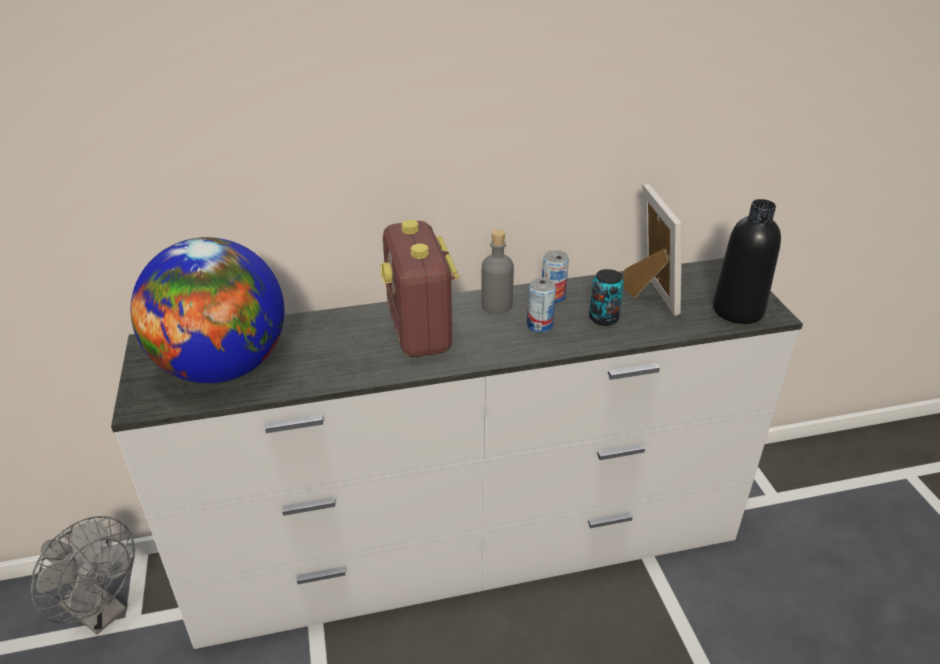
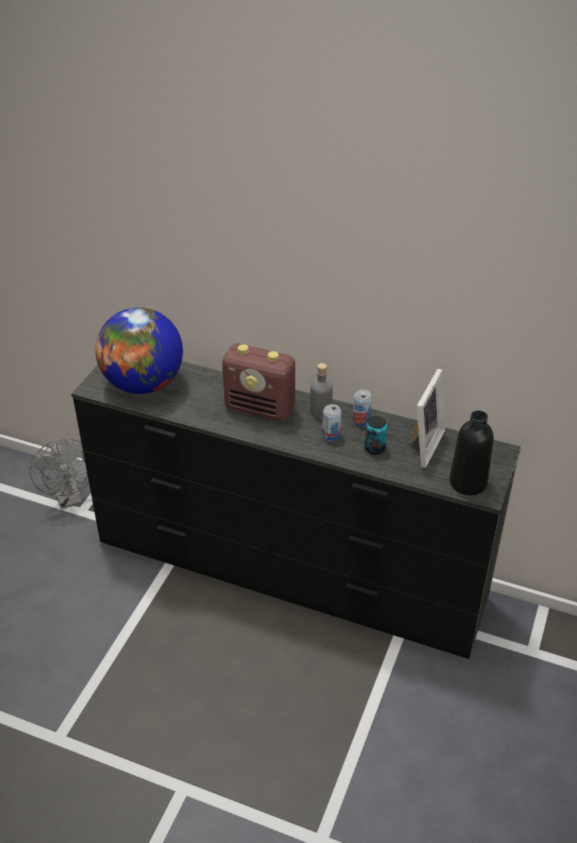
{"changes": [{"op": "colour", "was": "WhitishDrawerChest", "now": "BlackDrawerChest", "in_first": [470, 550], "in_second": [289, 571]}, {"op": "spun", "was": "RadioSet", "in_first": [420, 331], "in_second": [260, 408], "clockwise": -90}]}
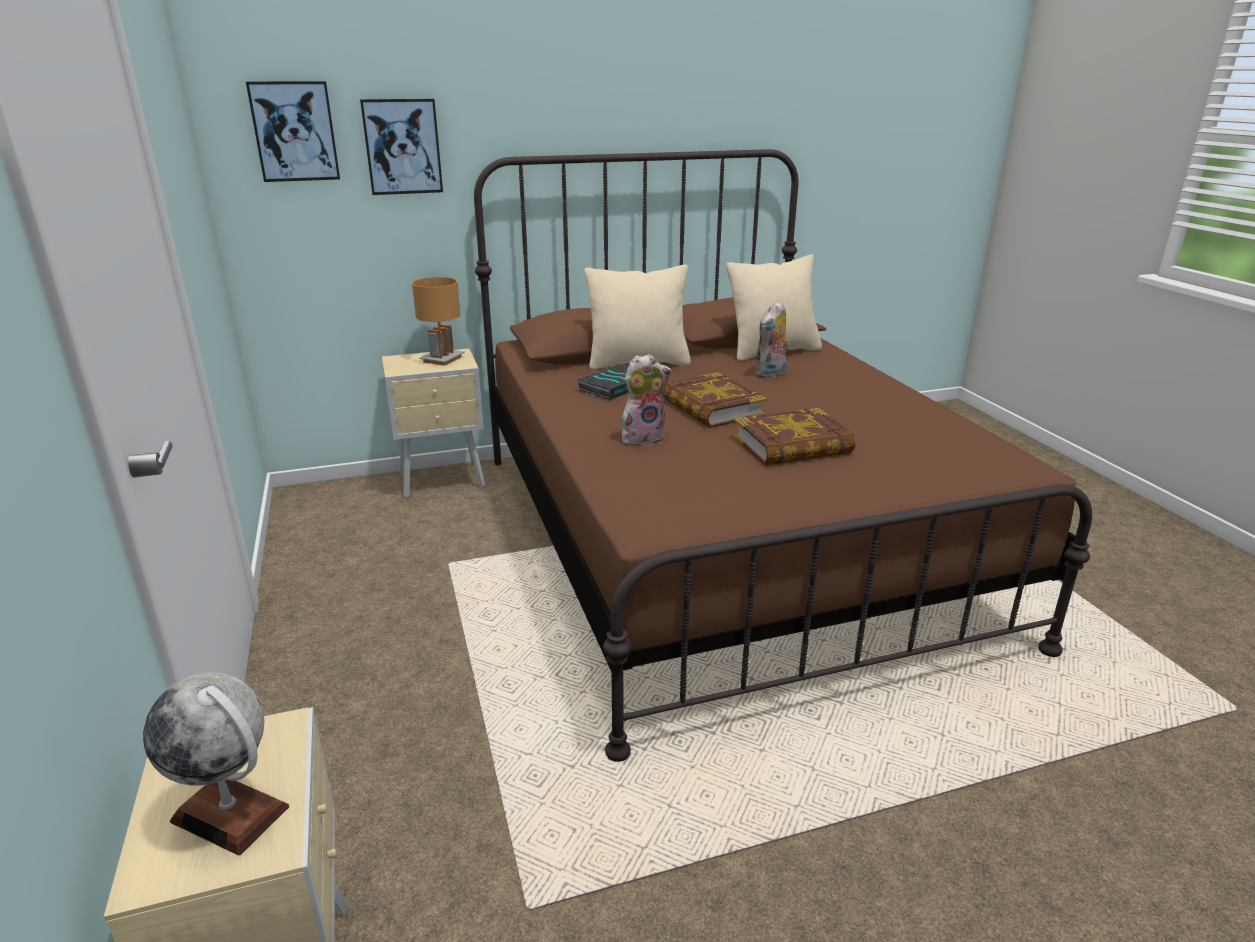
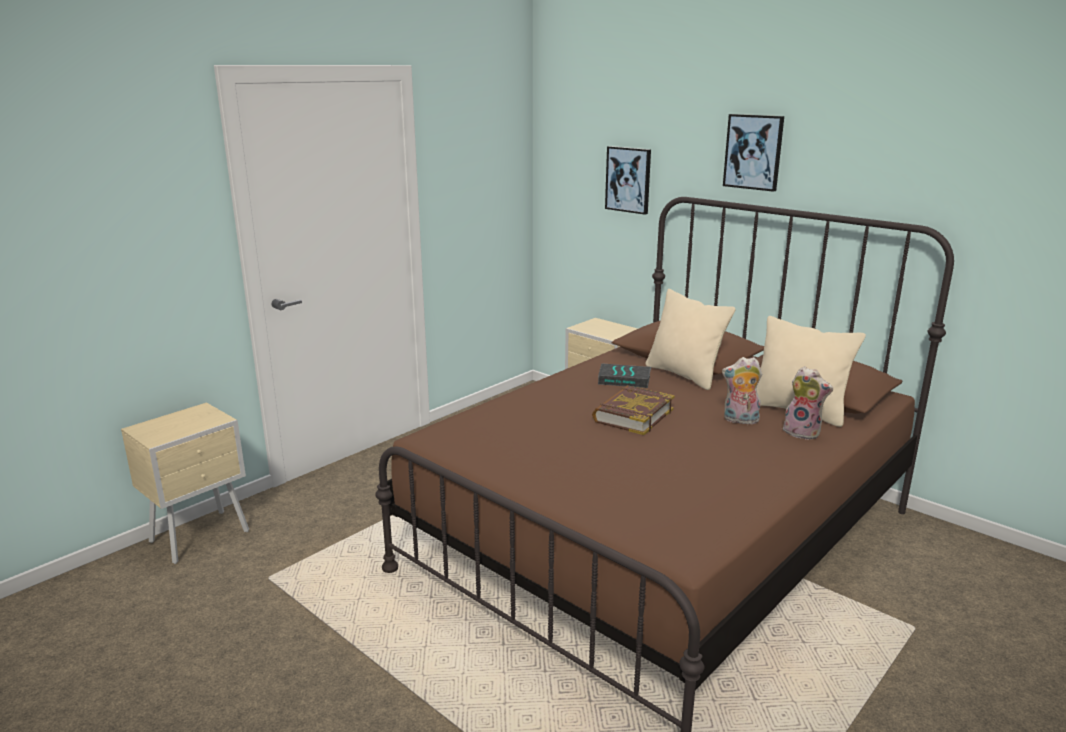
{"changes": [{"op": "missing", "was": "Globe", "in_first": [231, 814]}, {"op": "relocated", "was": "WallPicture", "in_first": [294, 131], "in_second": [753, 152]}, {"op": "missing", "was": "BrownishTableLamp", "in_first": [443, 359]}, {"op": "relocated", "was": "PlushToy", "in_first": [643, 438], "in_second": [803, 432]}, {"op": "missing", "was": "Book", "in_first": [792, 446]}]}
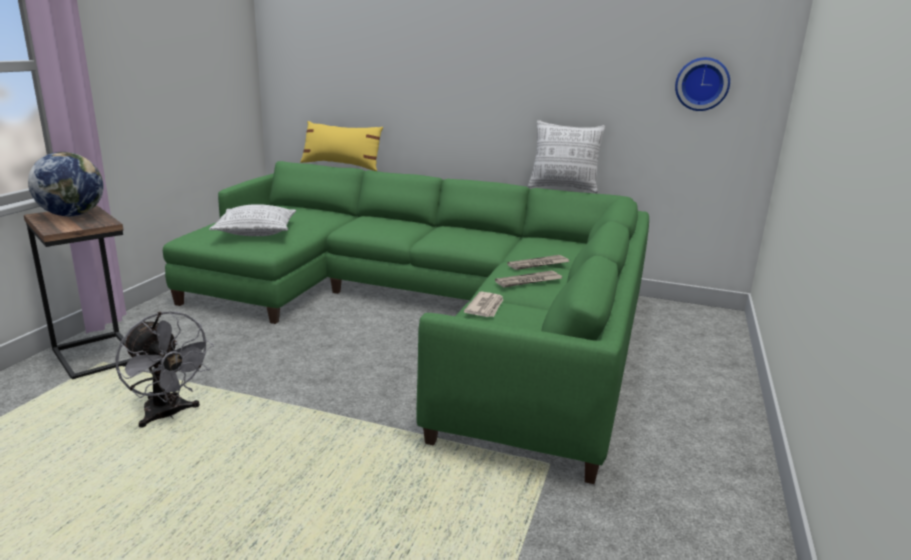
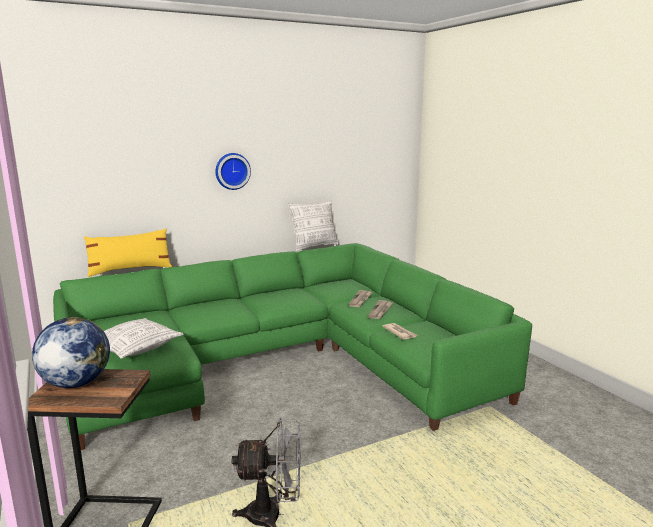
{"changes": [{"op": "relocated", "was": "HangingClock", "in_first": [702, 84], "in_second": [232, 171]}]}
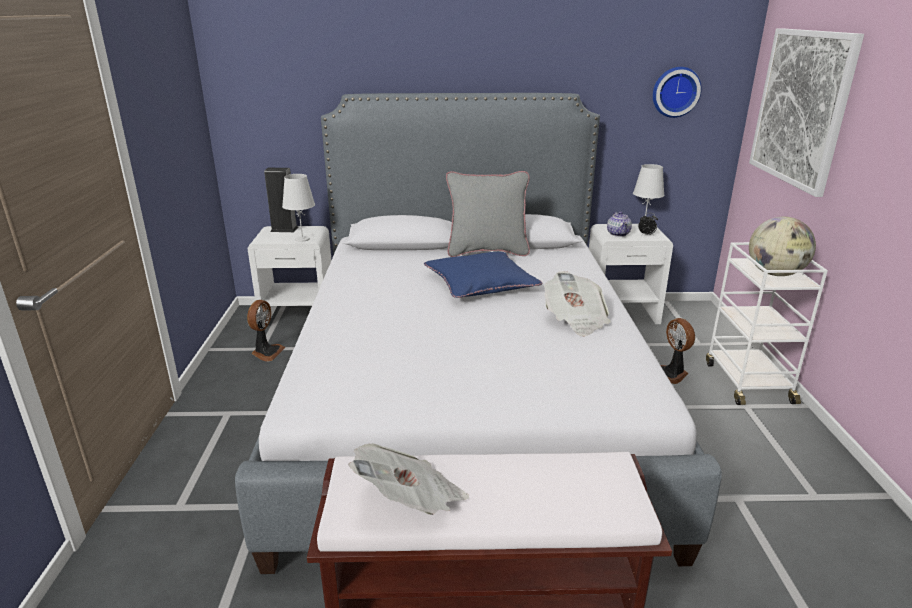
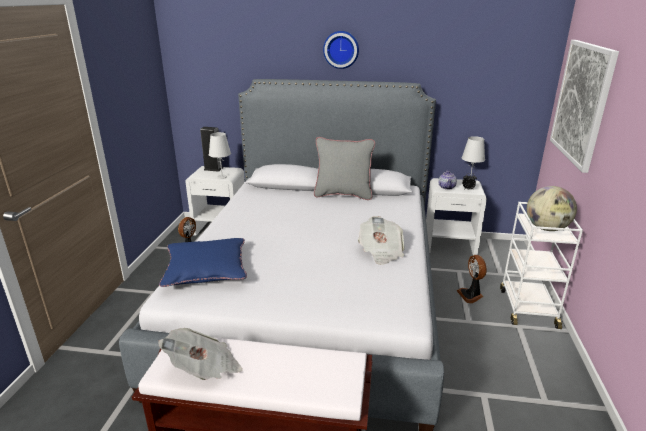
{"changes": [{"op": "relocated", "was": "BlueColouredPillow", "in_first": [480, 283], "in_second": [206, 269]}, {"op": "relocated", "was": "HangingClock", "in_first": [675, 91], "in_second": [341, 49]}]}
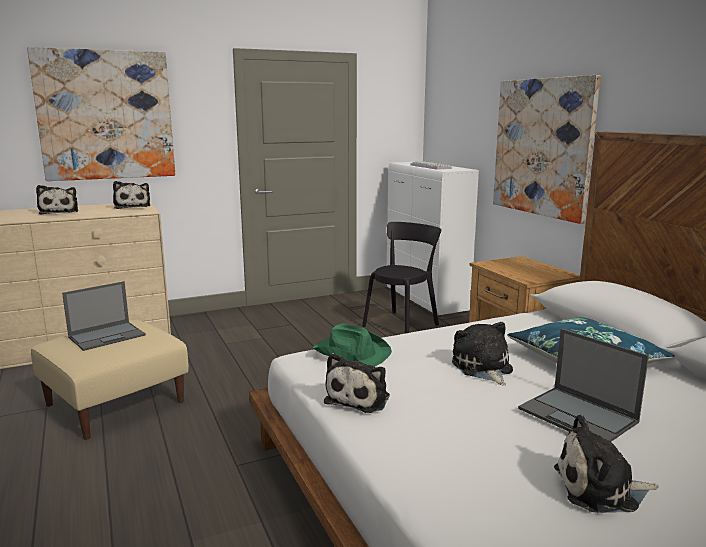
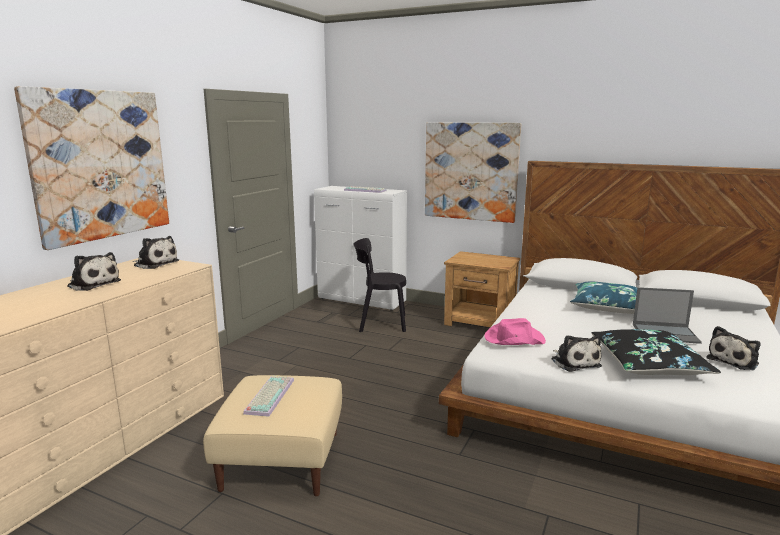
{"changes": [{"op": "exchanged", "was": "NotebookComputer", "now": "ComputerKeyboard", "in_first": [108, 336], "in_second": [269, 395]}, {"op": "colour", "was": "GreenishHat", "now": "PinkColouredHat", "in_first": [351, 353], "in_second": [513, 339]}, {"op": "spun", "was": "BlackUprightChair", "in_first": [402, 324], "in_second": [379, 323], "clockwise": -90}, {"op": "missing", "was": "PlushToy", "in_first": [482, 368]}, {"op": "appeared", "now": "BlackPillow", "in_second": [649, 364]}]}
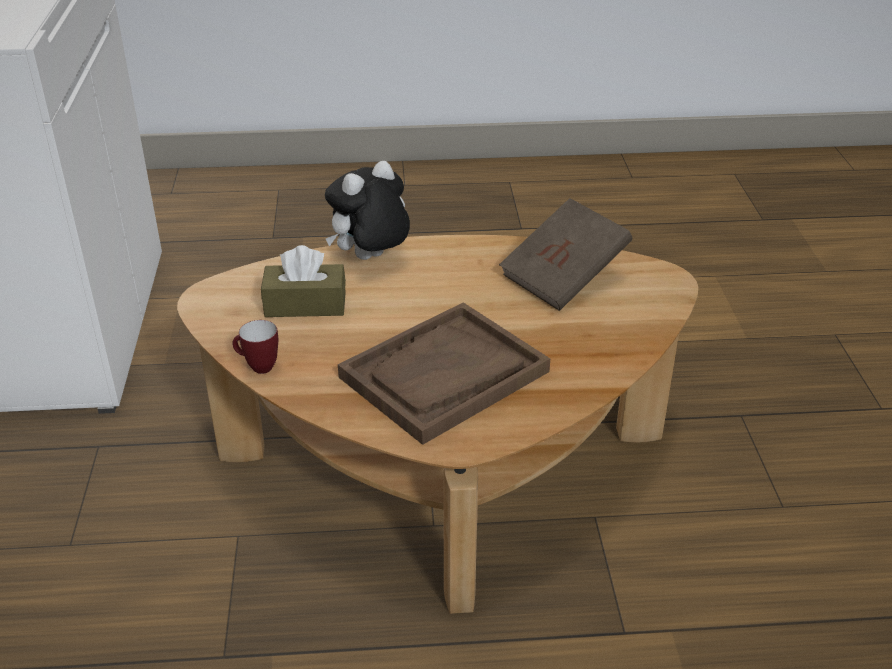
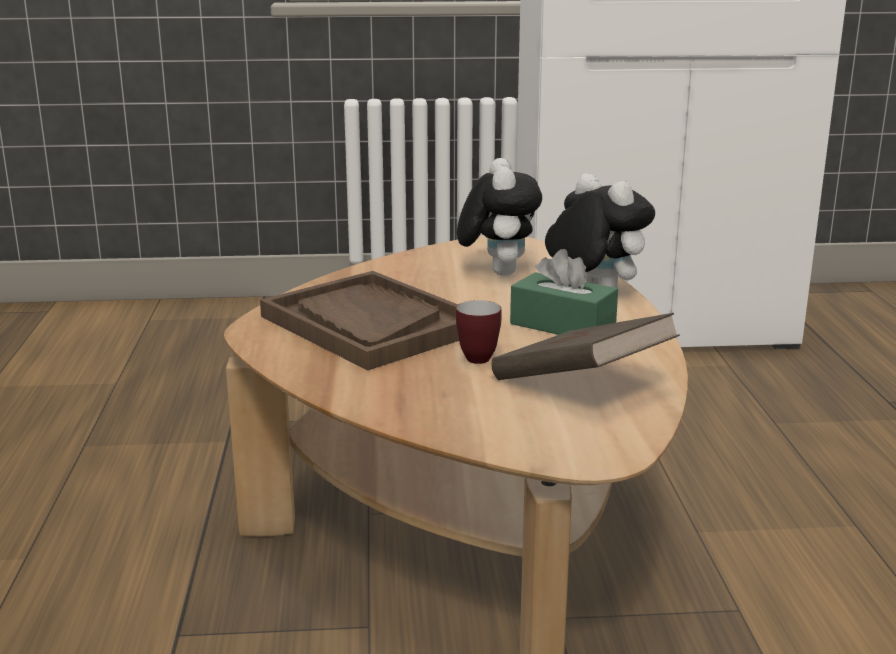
{"changes": [{"op": "relocated", "was": "TeaMug", "in_first": [257, 367], "in_second": [479, 357]}, {"op": "exchanged", "was": "BrownishBoxOfTissues", "now": "PlushToy", "in_first": [305, 304], "in_second": [497, 271]}, {"op": "appeared", "now": "GreenishBoxOfTissues", "in_second": [562, 325]}]}
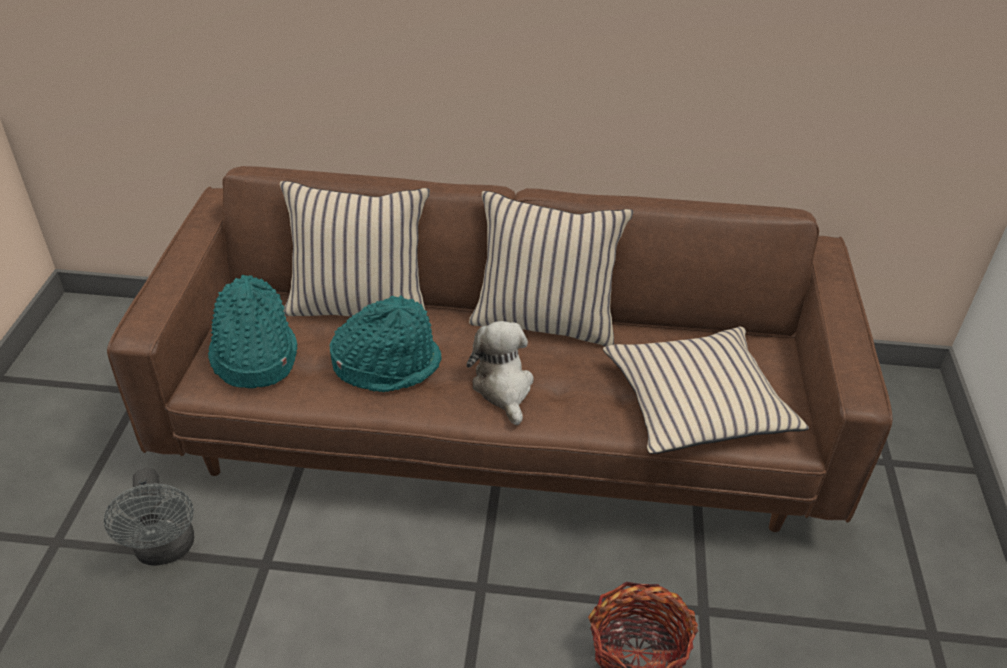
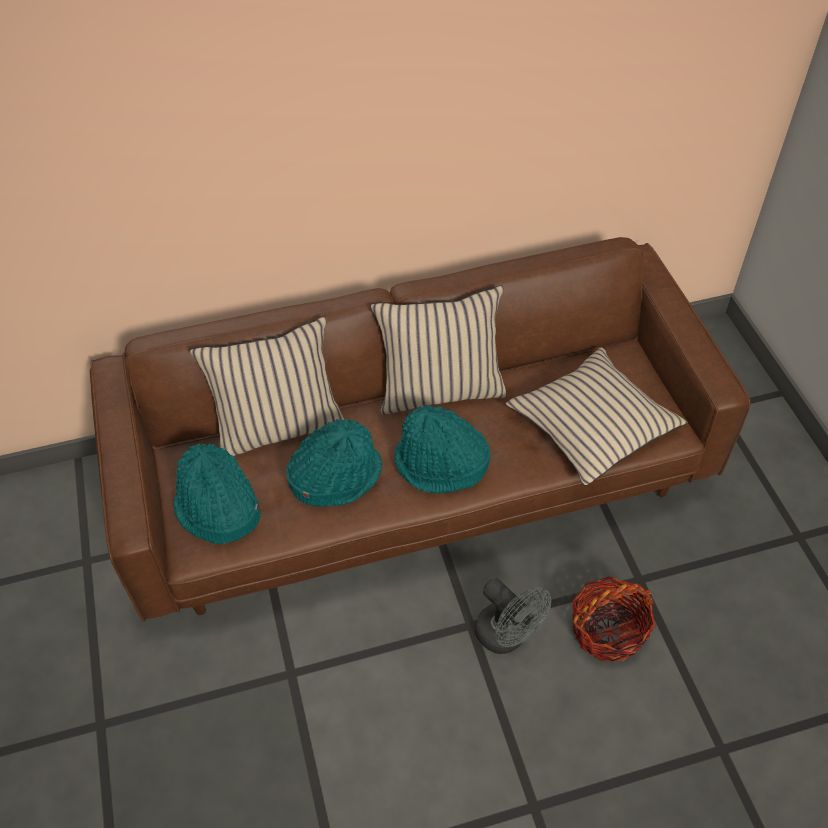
{"changes": [{"op": "relocated", "was": "GreyishCoolingFan", "in_first": [166, 550], "in_second": [507, 636]}, {"op": "exchanged", "was": "PlushToy", "now": "TurquoiseColouredHat", "in_first": [503, 388], "in_second": [441, 465]}]}
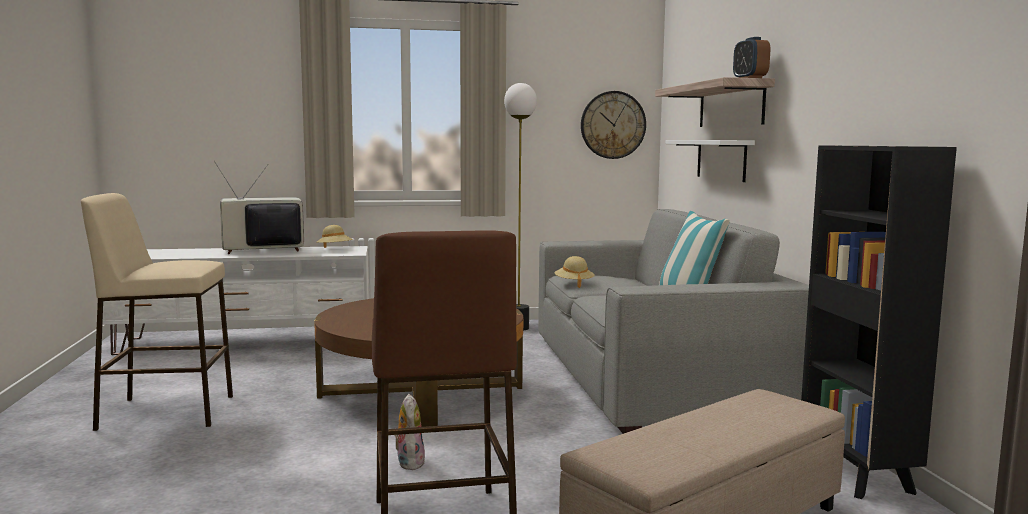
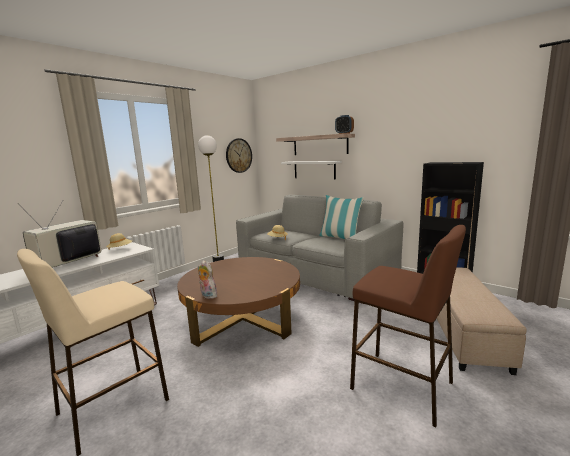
{"changes": [{"op": "relocated", "was": "PlushToy", "in_first": [408, 462], "in_second": [207, 295]}]}
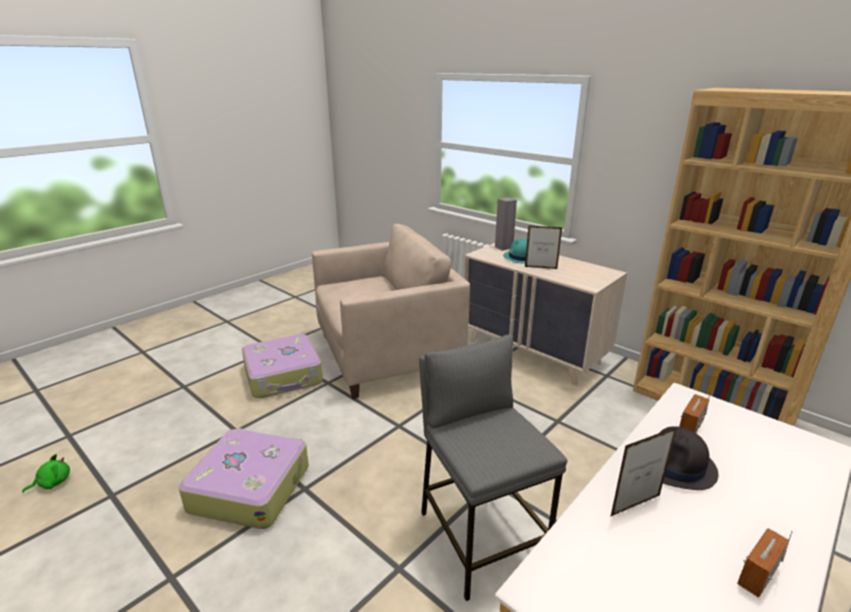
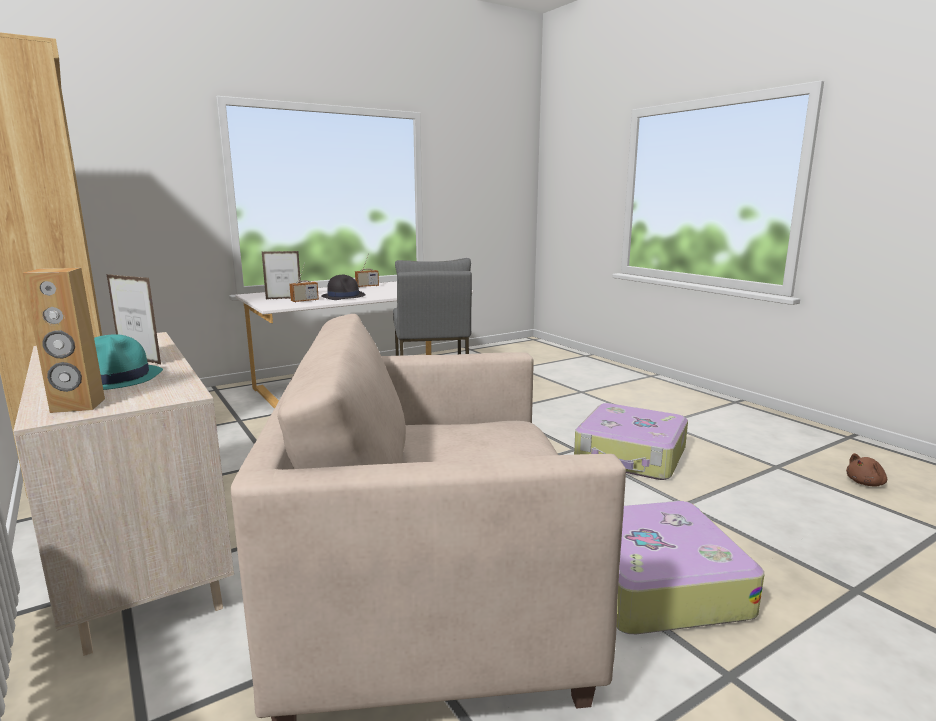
{"changes": [{"op": "colour", "was": "GreenishPlushToy", "now": "BrownishPlushToy", "in_first": [52, 482], "in_second": [866, 483]}, {"op": "colour", "was": "GreyishAudioSpeaker", "now": "BrownishAudioSpeaker", "in_first": [503, 247], "in_second": [78, 406]}, {"op": "relocated", "was": "StandingFrame", "in_first": [635, 506], "in_second": [284, 299]}]}
